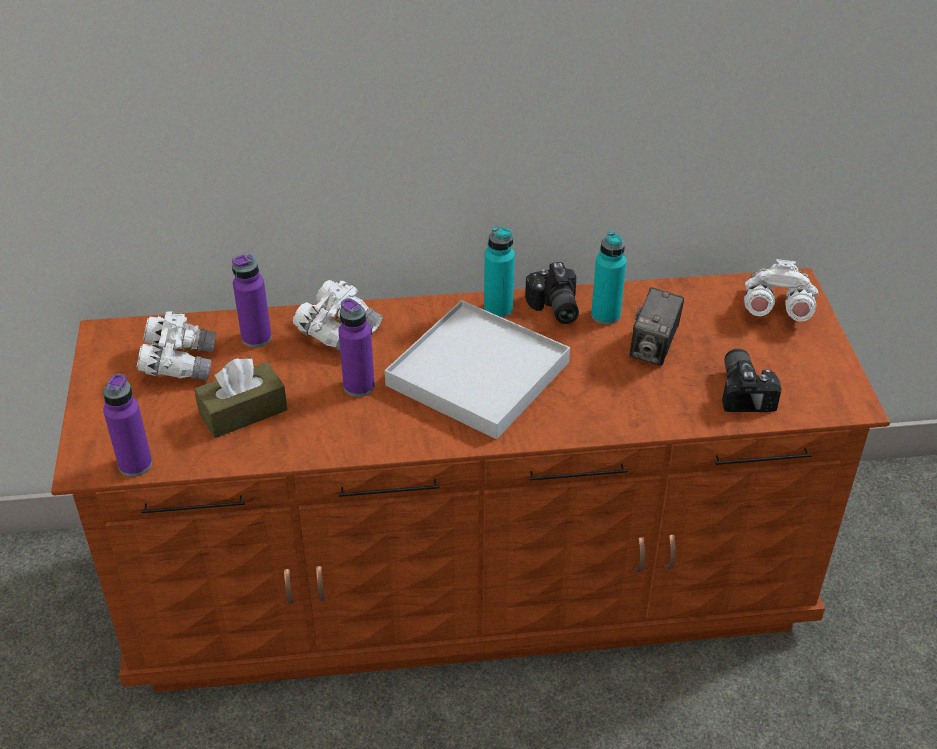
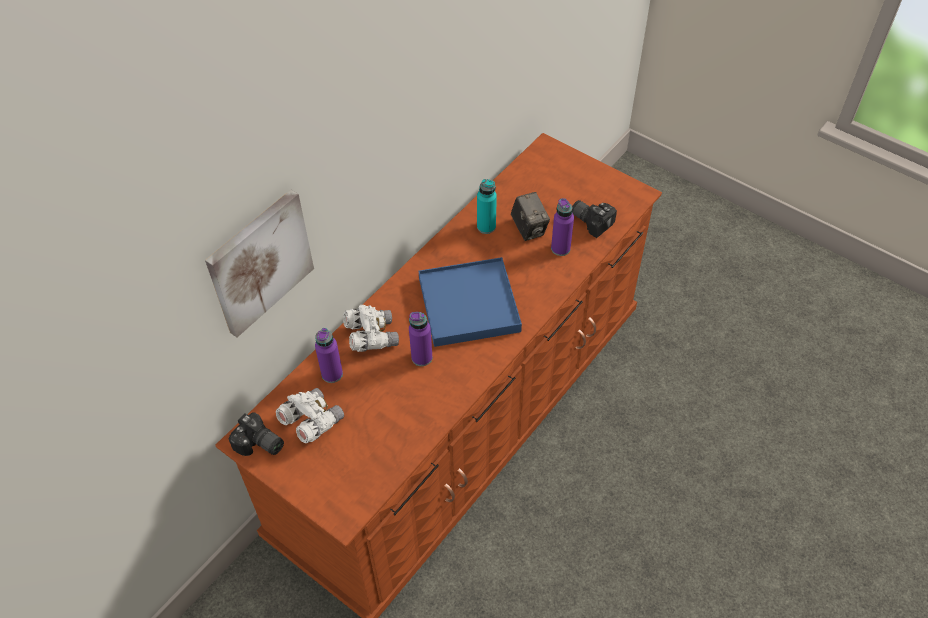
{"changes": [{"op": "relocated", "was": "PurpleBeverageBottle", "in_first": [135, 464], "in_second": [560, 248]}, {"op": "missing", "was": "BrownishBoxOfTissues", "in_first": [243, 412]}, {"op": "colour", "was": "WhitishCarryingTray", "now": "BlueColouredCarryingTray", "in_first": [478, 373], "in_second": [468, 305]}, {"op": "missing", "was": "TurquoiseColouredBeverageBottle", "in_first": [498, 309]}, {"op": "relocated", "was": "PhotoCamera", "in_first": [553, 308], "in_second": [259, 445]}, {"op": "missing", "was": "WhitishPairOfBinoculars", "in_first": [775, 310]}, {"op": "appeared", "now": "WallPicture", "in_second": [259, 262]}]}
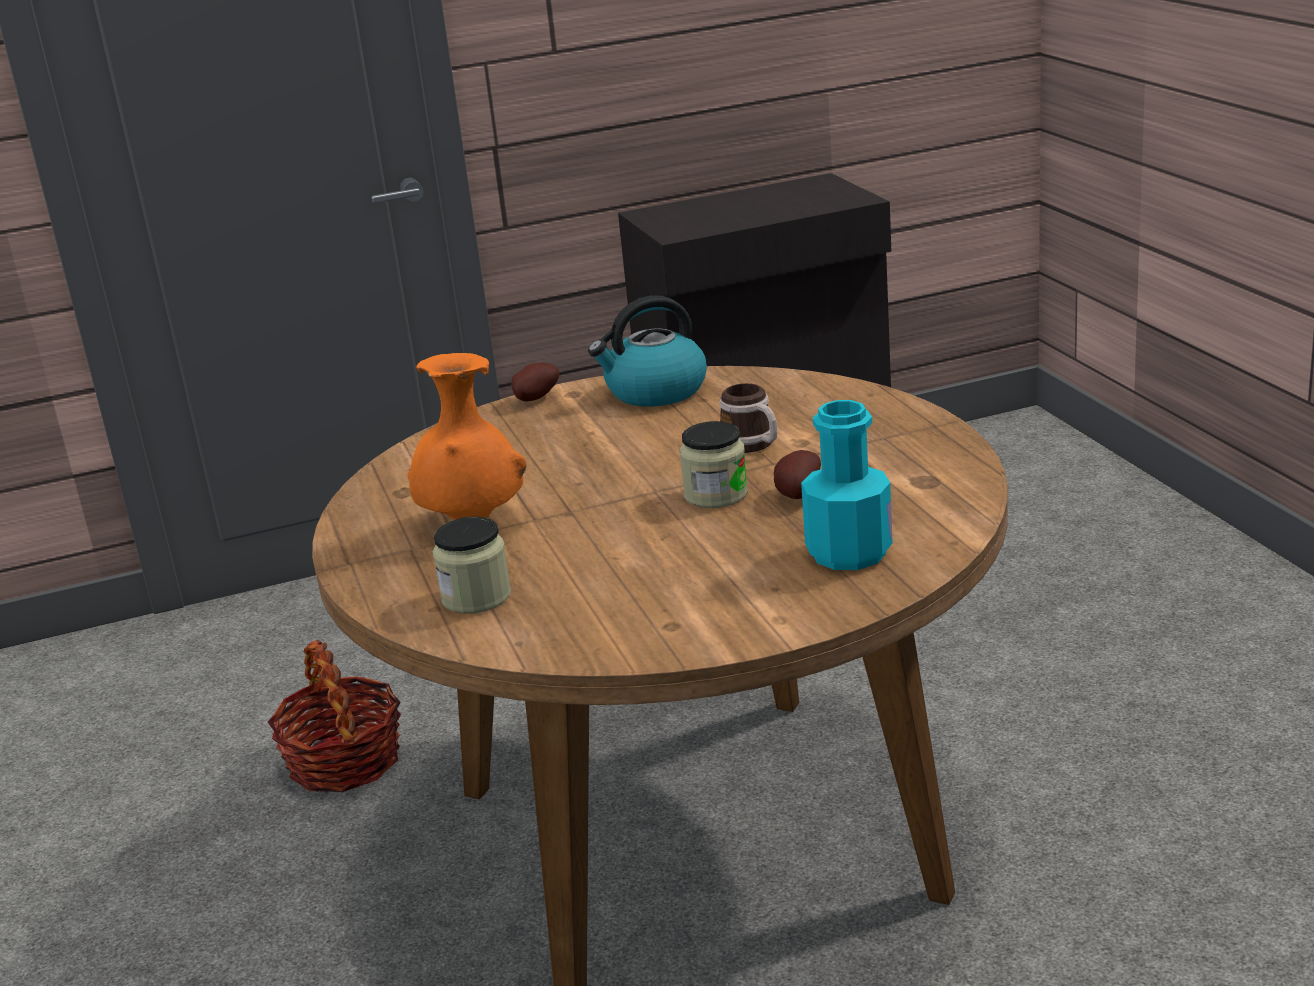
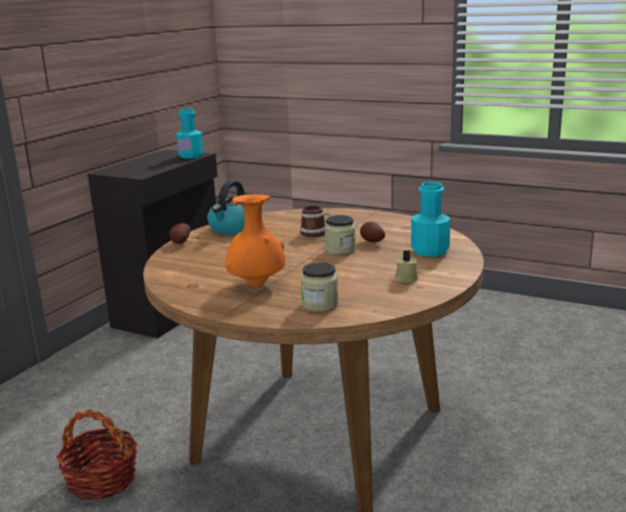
{"changes": [{"op": "appeared", "now": "TurquoiseColouredBeverageBottle", "in_second": [191, 156]}, {"op": "appeared", "now": "BeigeColouredWaxLight", "in_second": [405, 278]}]}
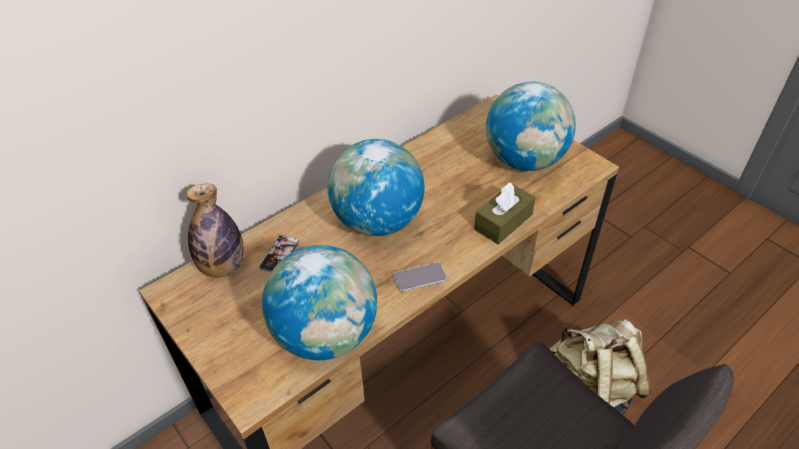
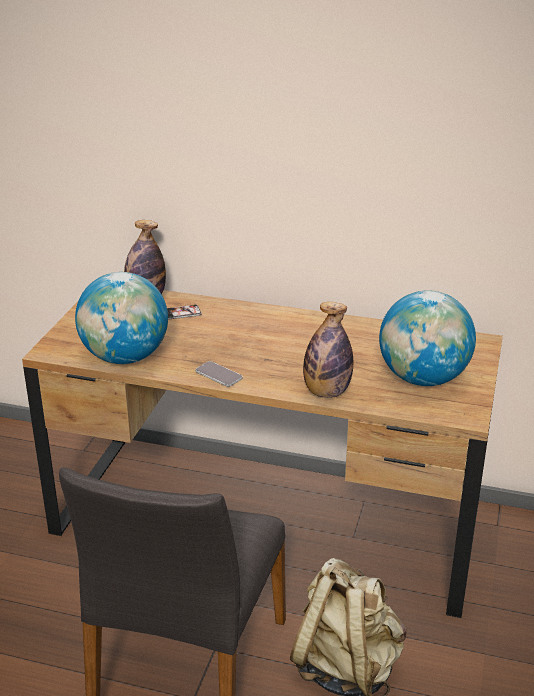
{"changes": [{"op": "missing", "was": "Globe", "in_first": [378, 222]}, {"op": "exchanged", "was": "BrownishBoxOfTissues", "now": "BeverageBottle", "in_first": [503, 222], "in_second": [326, 392]}]}
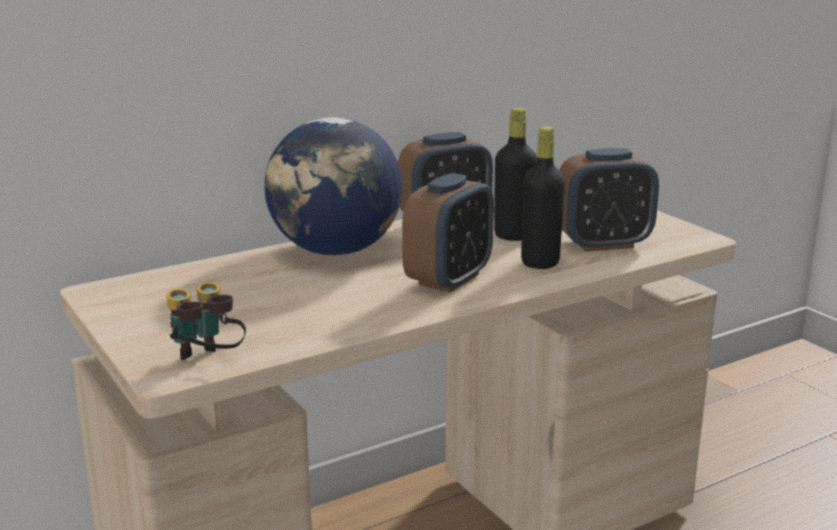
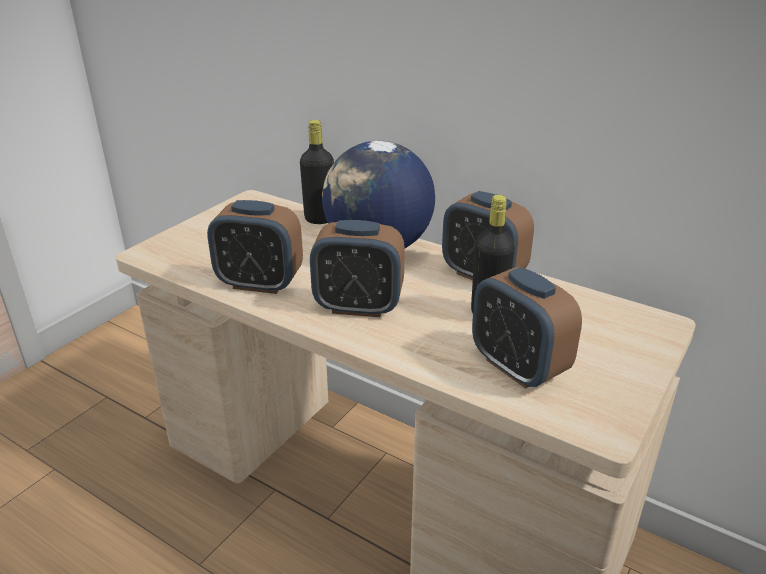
{"changes": [{"op": "missing", "was": "PairOfBinoculars", "in_first": [206, 363]}, {"op": "relocated", "was": "BlackBeverageBottle", "in_first": [540, 263], "in_second": [319, 219]}, {"op": "appeared", "now": "TableClock", "in_second": [259, 283]}]}
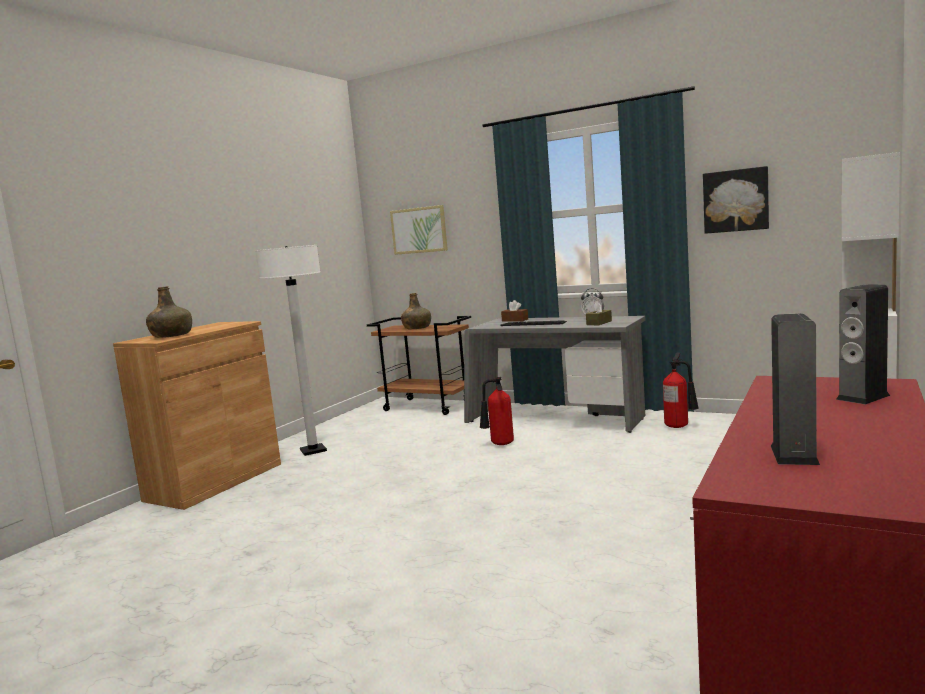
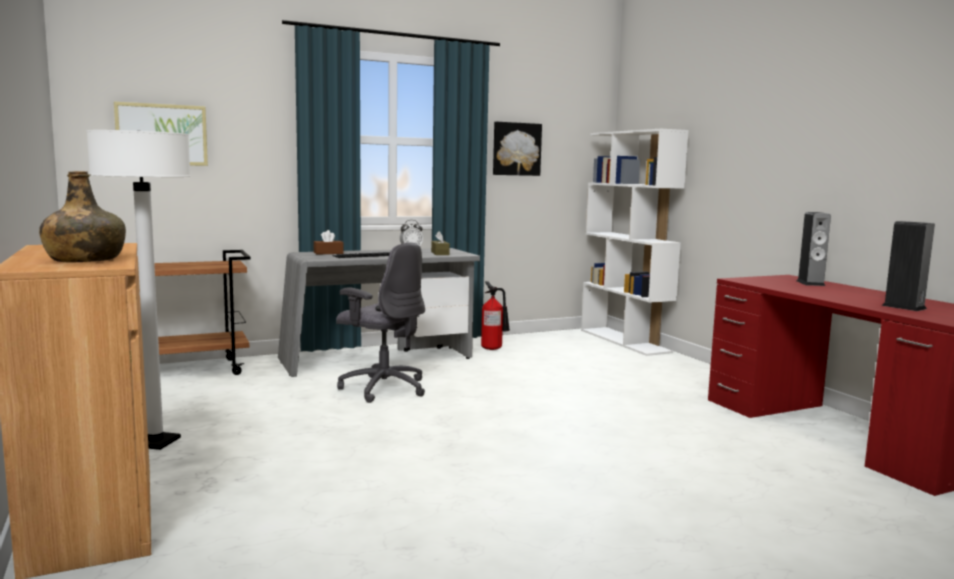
{"changes": [{"op": "missing", "was": "GreenishBeverageBottle", "in_first": [417, 328]}, {"op": "exchanged", "was": "FireFightingCylinder", "now": "GreyishDeskChair", "in_first": [499, 444], "in_second": [383, 388]}]}
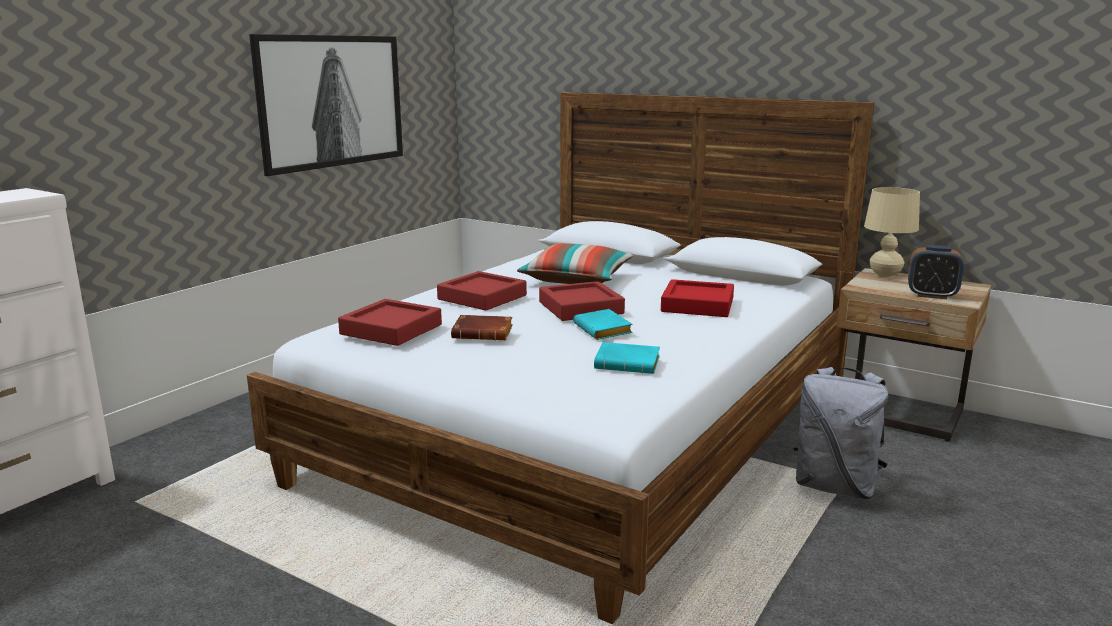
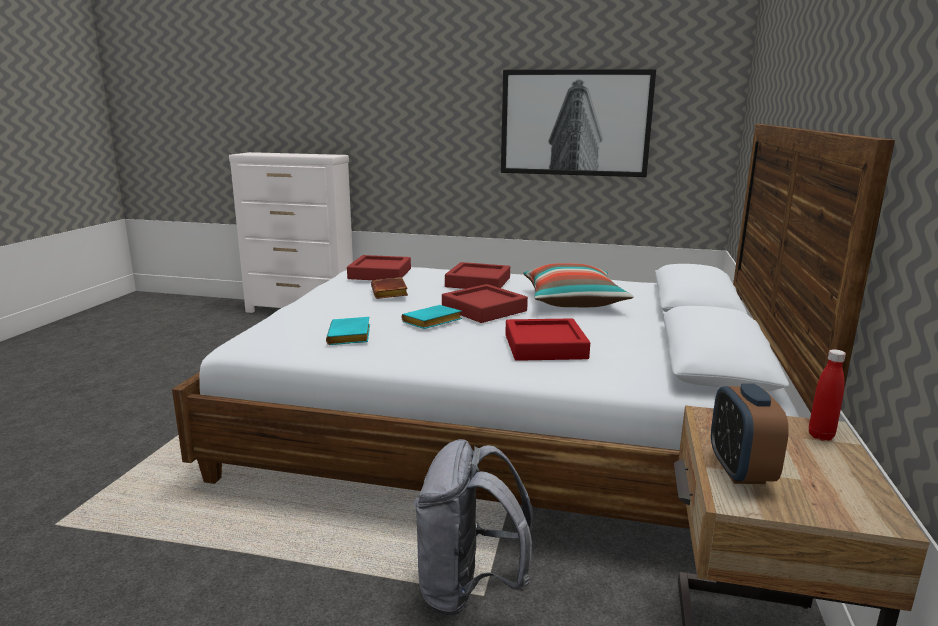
{"changes": [{"op": "exchanged", "was": "BeigeColouredTableLamp", "now": "RedBeverageBottle", "in_first": [885, 275], "in_second": [820, 436]}]}
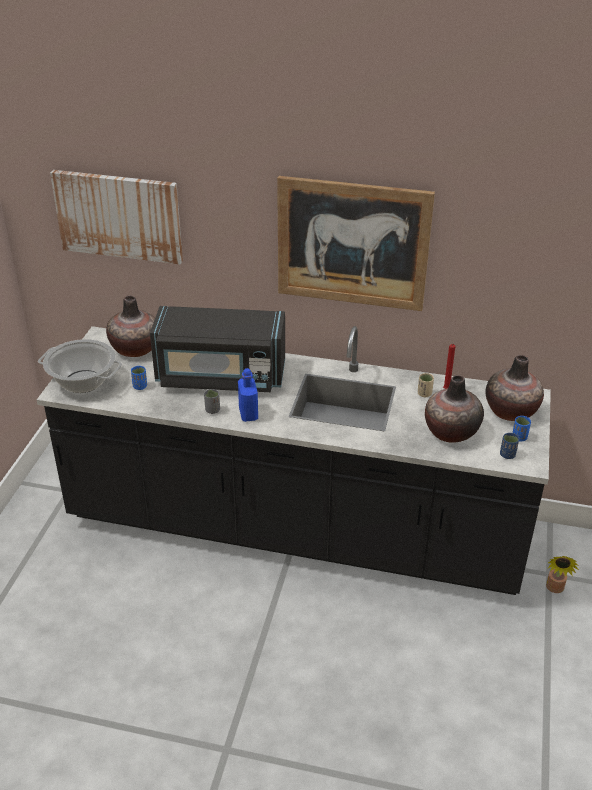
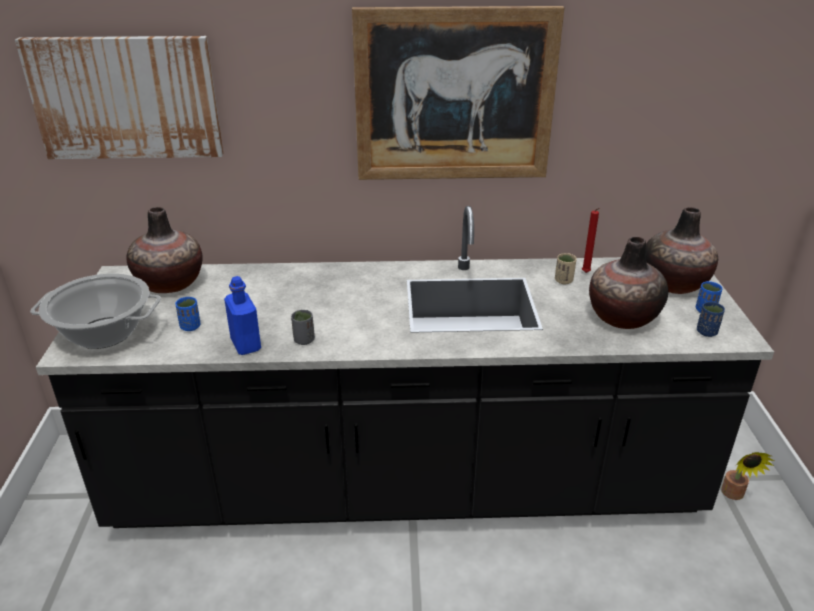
{"changes": [{"op": "missing", "was": "BlackKitchenMicrowave", "in_first": [220, 376]}, {"op": "relocated", "was": "BlueColouredBeverageBottle", "in_first": [248, 414], "in_second": [246, 345]}]}
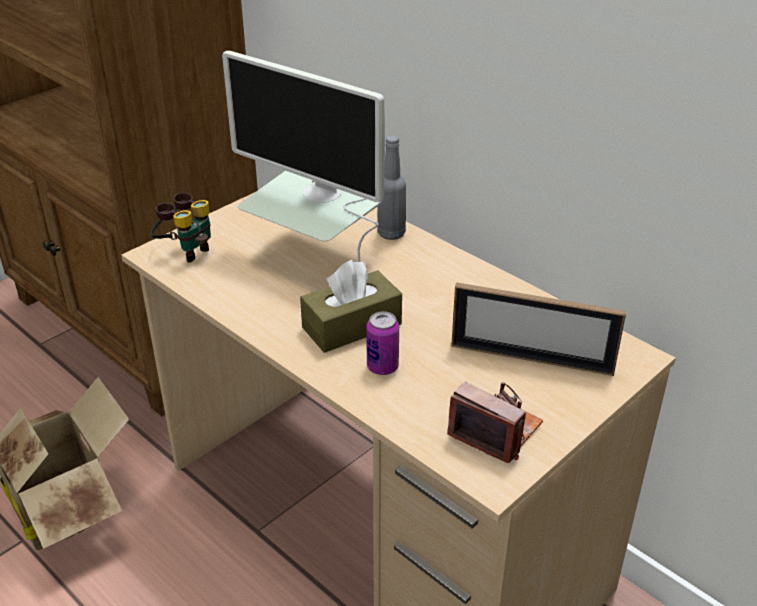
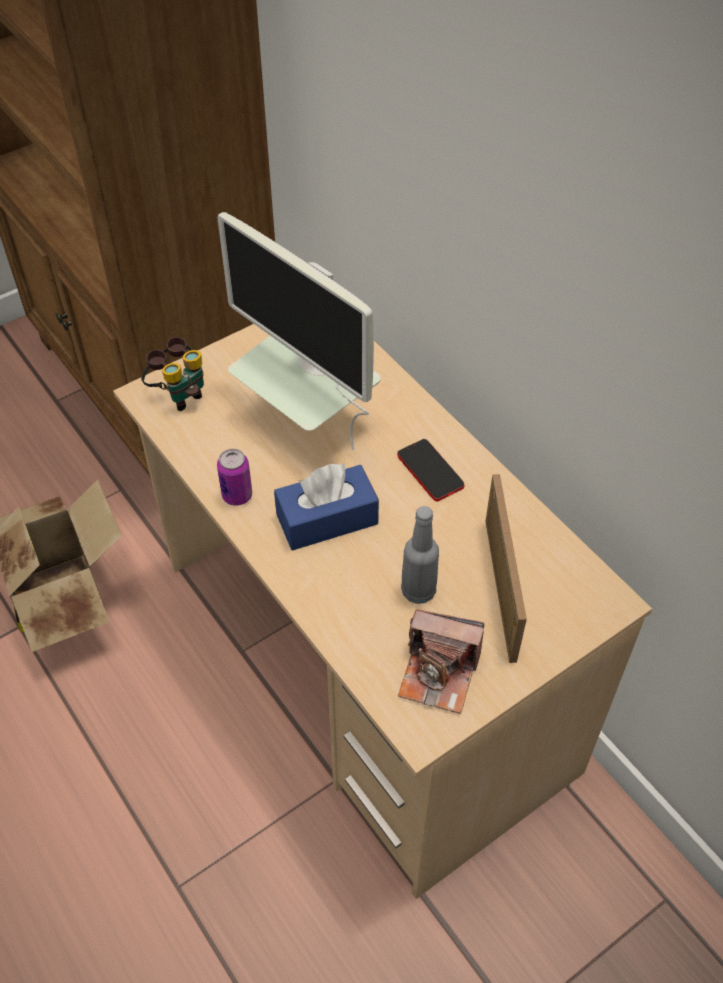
{"changes": [{"op": "colour", "was": "BrownishBoxOfTissues", "now": "BlueColouredBoxOfTissues", "in_first": [352, 326], "in_second": [327, 519]}, {"op": "relocated", "was": "MetalCan", "in_first": [382, 367], "in_second": [237, 495]}, {"op": "relocated", "was": "GreyishBeverageBottle", "in_first": [391, 233], "in_second": [418, 591]}, {"op": "spun", "was": "PhotoCamera", "in_first": [495, 431], "in_second": [439, 674], "clockwise": 150}, {"op": "spun", "was": "StandingFrame", "in_first": [531, 358], "in_second": [500, 588], "clockwise": -120}, {"op": "appeared", "now": "Telephone", "in_second": [430, 471]}]}
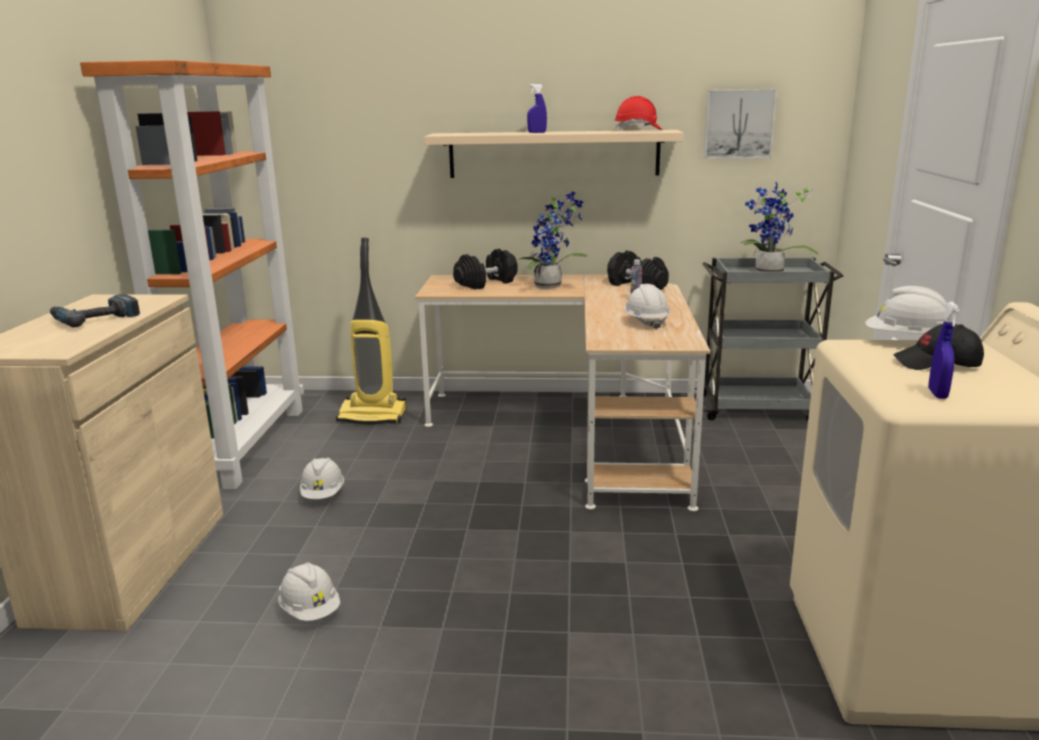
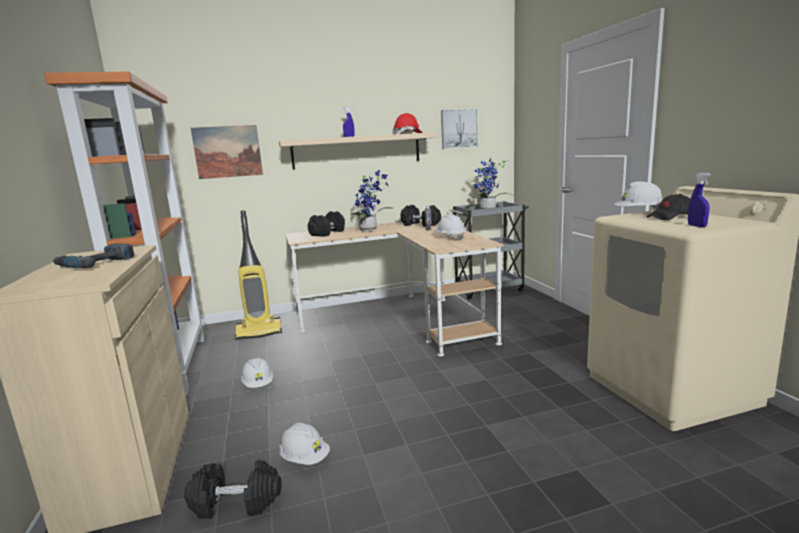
{"changes": [{"op": "appeared", "now": "BlackFreeWeight", "in_second": [236, 503]}, {"op": "appeared", "now": "WallPicture", "in_second": [227, 151]}]}
